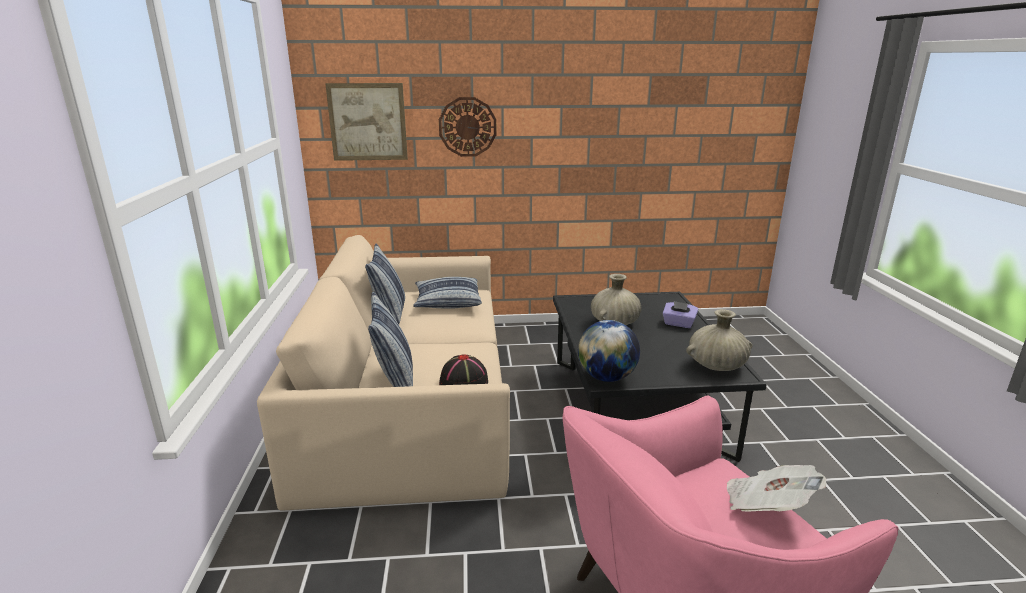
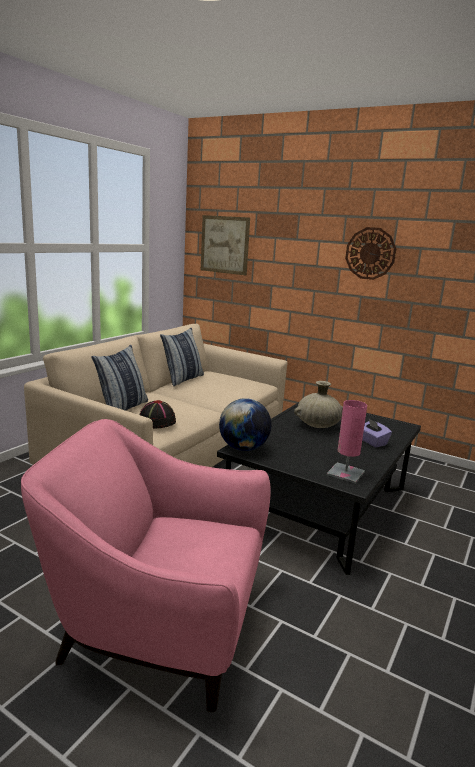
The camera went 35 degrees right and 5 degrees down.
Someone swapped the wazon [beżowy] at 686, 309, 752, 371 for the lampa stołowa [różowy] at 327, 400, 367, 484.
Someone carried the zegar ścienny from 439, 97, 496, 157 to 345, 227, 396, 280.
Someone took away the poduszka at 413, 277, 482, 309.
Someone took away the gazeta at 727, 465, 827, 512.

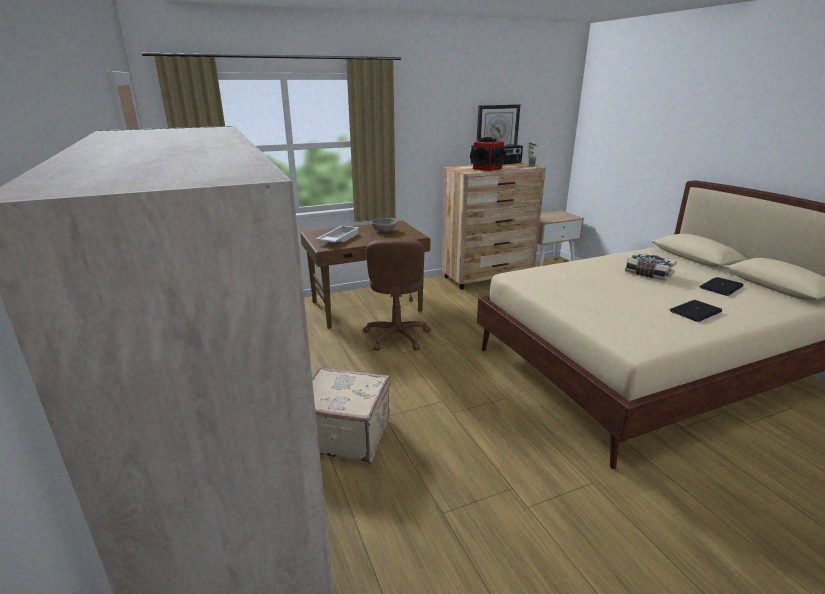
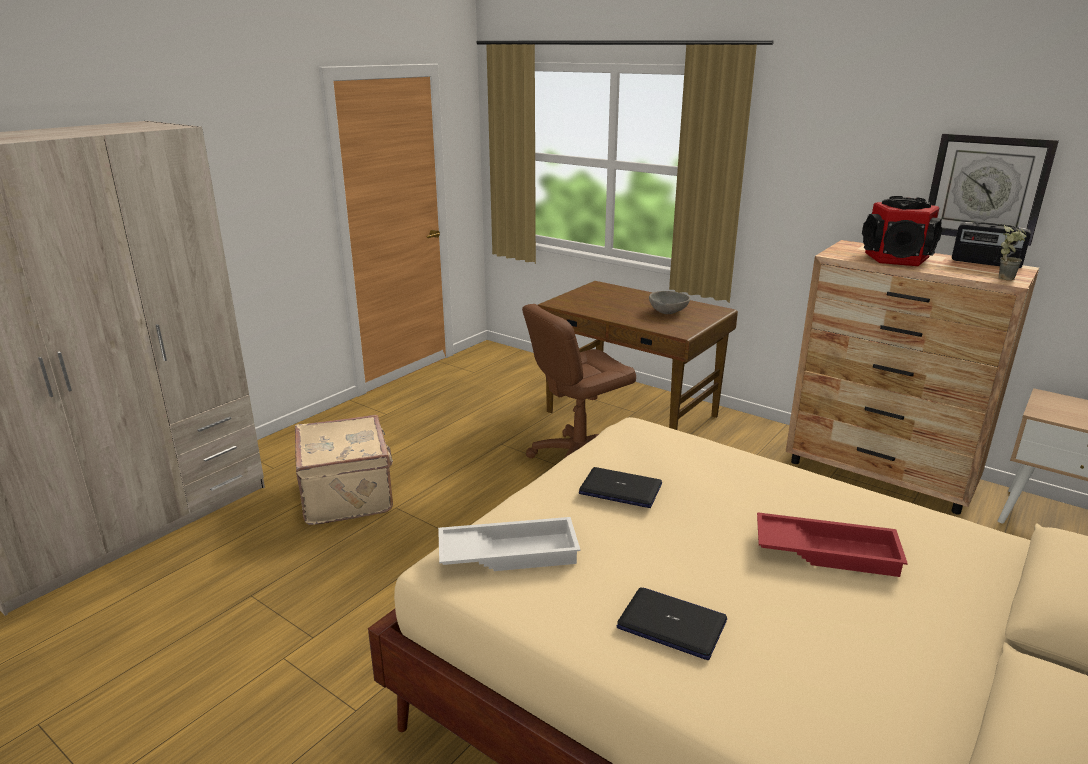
The camera went 60 degrees right and 0 degrees up.
Someone carried the taca [biały] from 316, 226, 359, 243 to 438, 517, 580, 571.
Someone carried the laptop from 699, 277, 744, 296 to 579, 467, 662, 508.
Someone swapped the książka at 625, 252, 677, 281 for the taca [czerwony] at 757, 512, 908, 577.

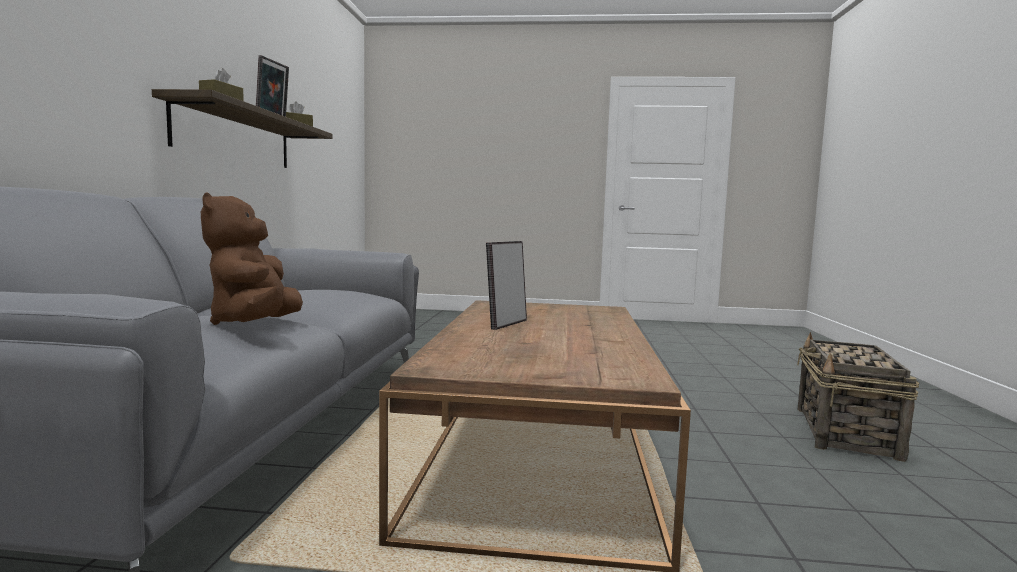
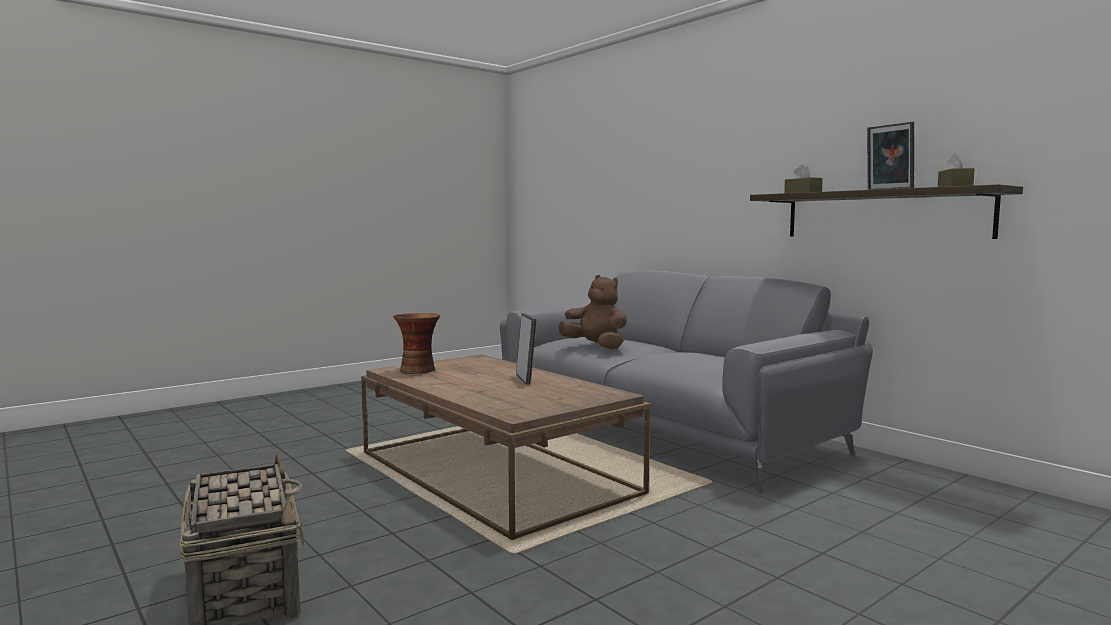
The camera went 135 degrees right and 0 degrees up.
Someone put down the wazon at 393, 313, 440, 374.

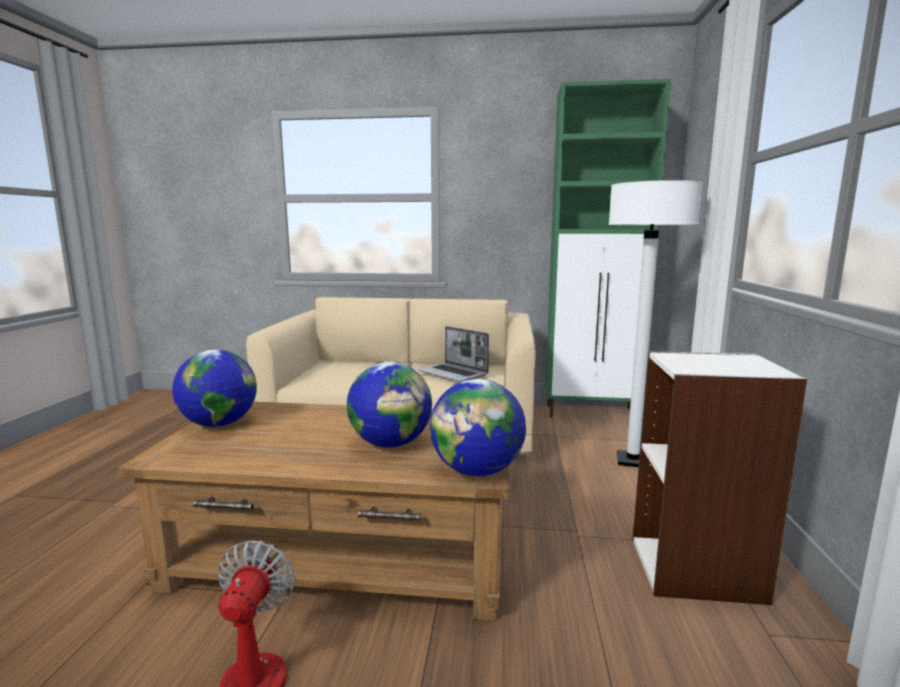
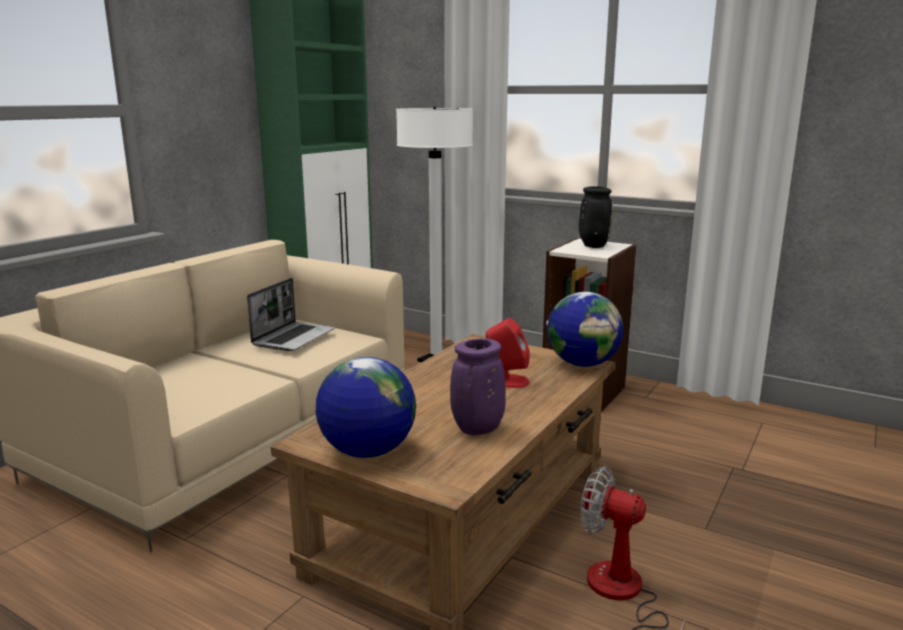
The camera went 65 degrees left and 5 degrees up.
Someone rotated the laptop at 418, 326, 489, 382 by 45 degrees counterclockwise.
Someone put down the wazon [fioletowy] at 450, 338, 506, 436.
Someone swapped the globus at 347, 362, 432, 448 for the głośnik [czerwony] at 486, 318, 530, 388.
Someone put down the wazon [czarny] at 579, 186, 613, 248.

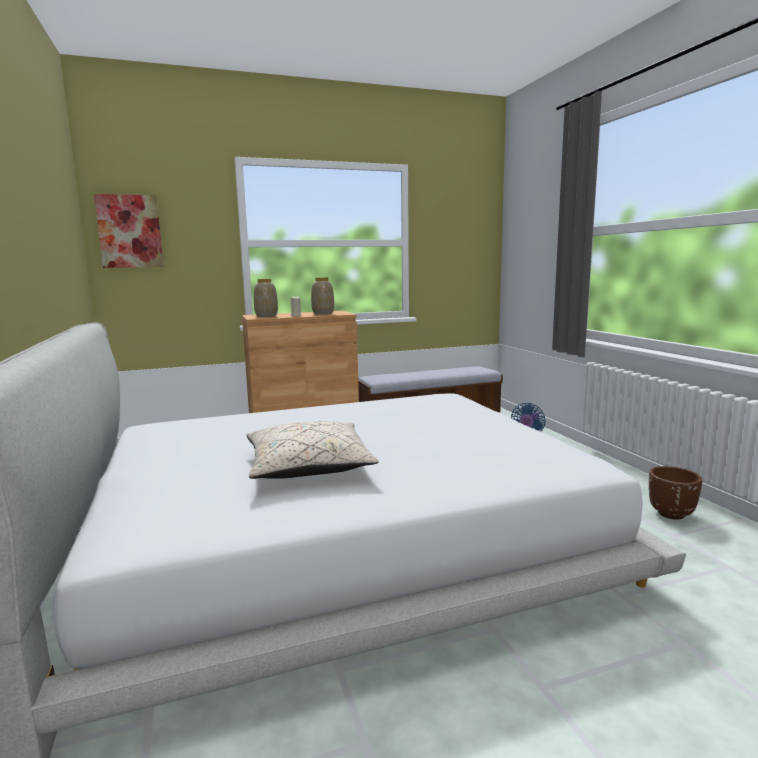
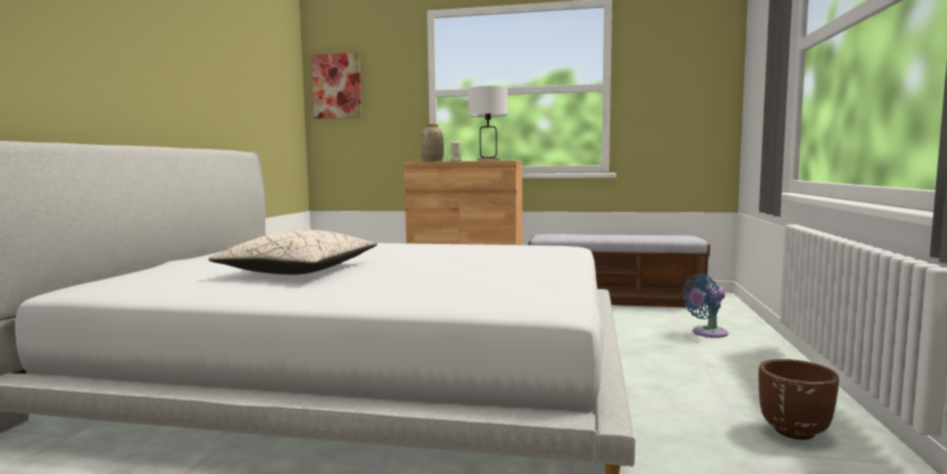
The camera went 30 degrees right and 5 degrees down.
Someone swapped the wazon at 311, 278, 334, 315 for the lampa stołowa [biały] at 468, 86, 508, 161.

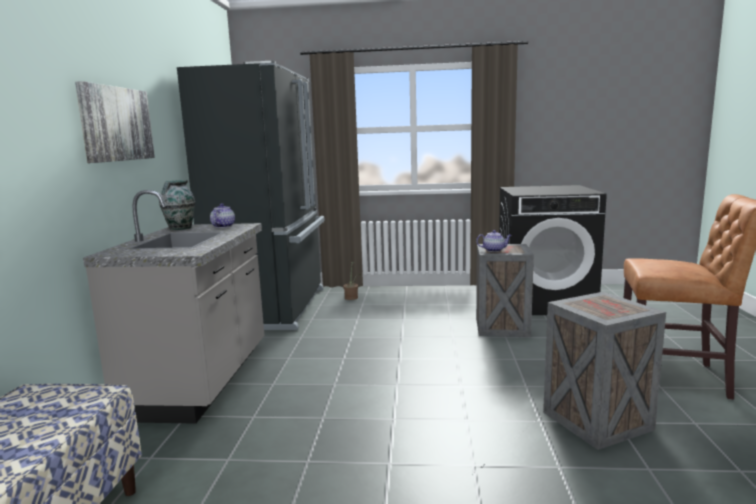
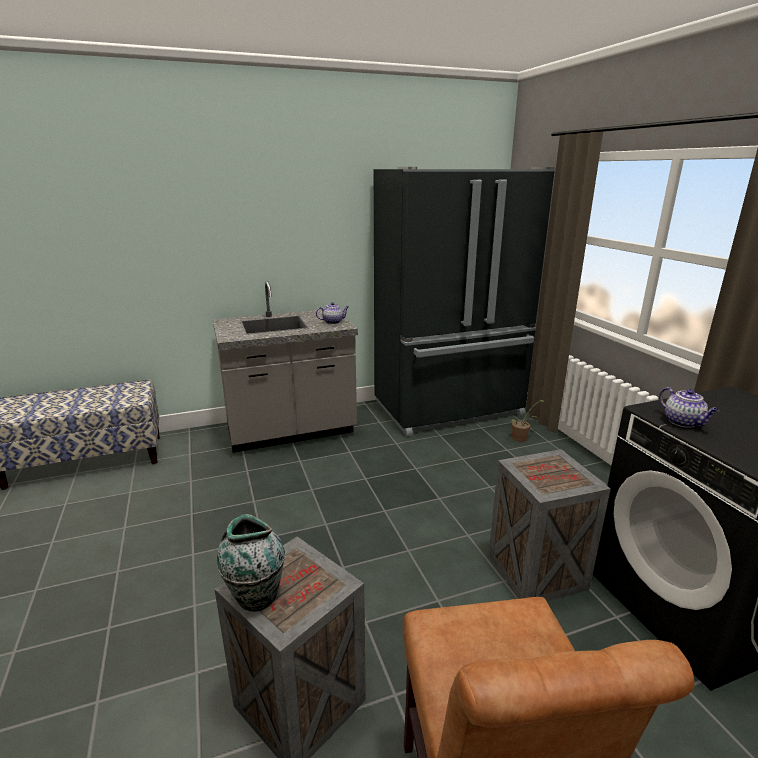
The camera went 65 degrees right and 10 degrees up.
Someone carried the wazon from 159, 180, 195, 230 to 217, 514, 285, 612.
Someone carried the imbryk from 476, 230, 512, 252 to 659, 387, 720, 428.
Someone took away the obraz at 75, 81, 155, 163.

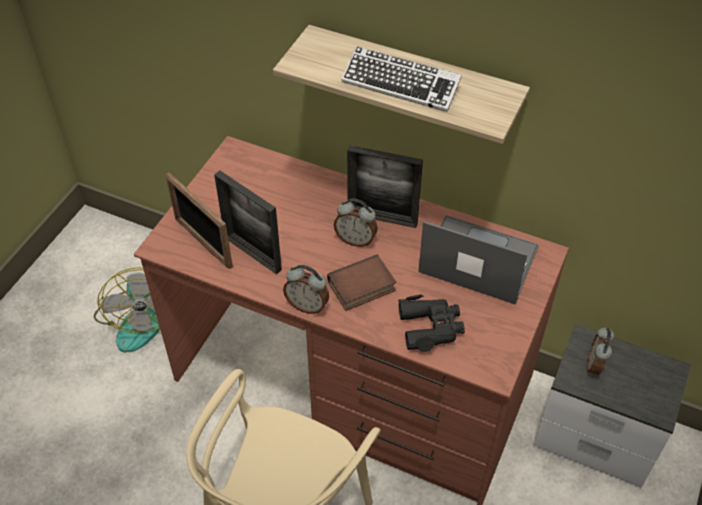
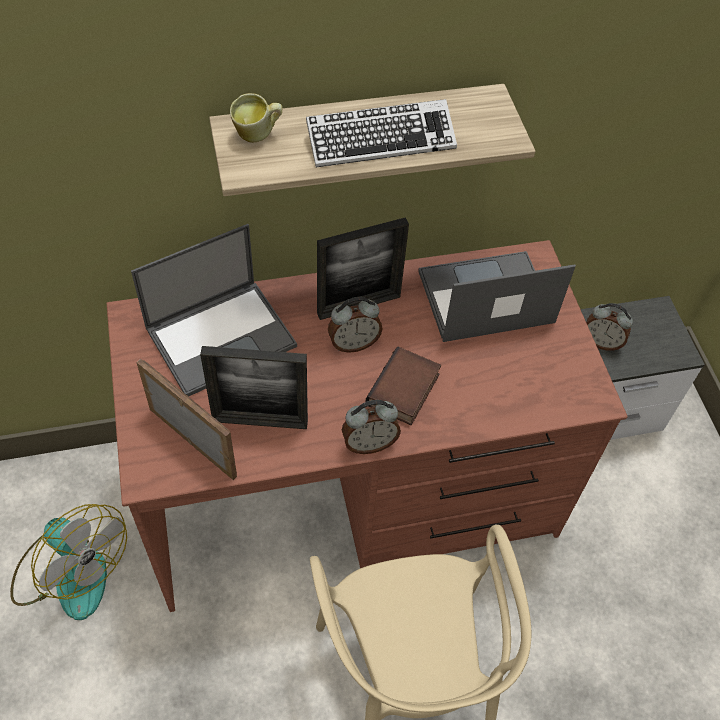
The camera went 40 degrees left and 5 degrees up.
Someone put down the laptop at 131, 224, 297, 397.
Someone rotated the ramka na zdjęcie at 166, 172, 233, 269 by 150 degrees counterclockwise.
Someone put down the kubek at 230, 93, 282, 143.
Someone rotated the budzik at 586, 327, 615, 375 by 45 degrees counterclockwise.
Someone took away the lornetka [czarny] at 398, 294, 465, 352.

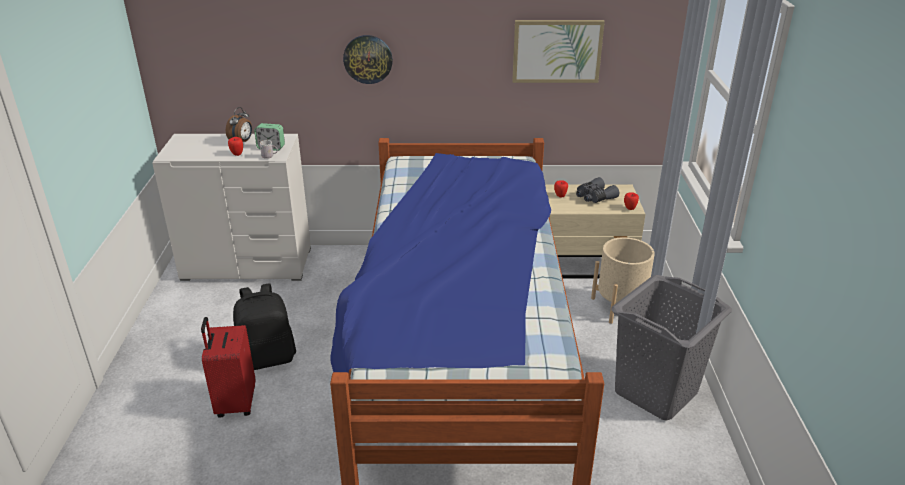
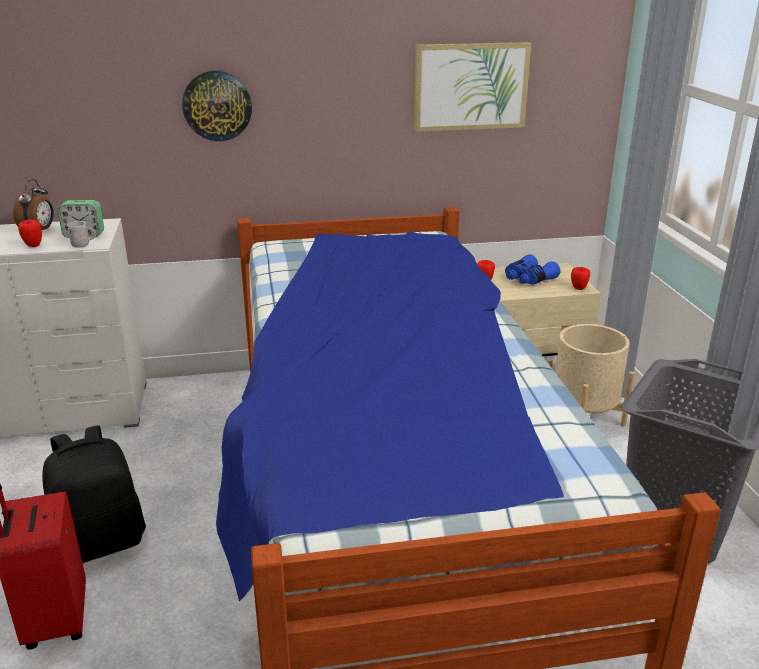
The camera went 10 degrees left and 5 degrees down.
Someone repainted the lornetka [szary] at 576, 177, 619, 203, which became the lornetka [niebieski] at 505, 254, 560, 285.

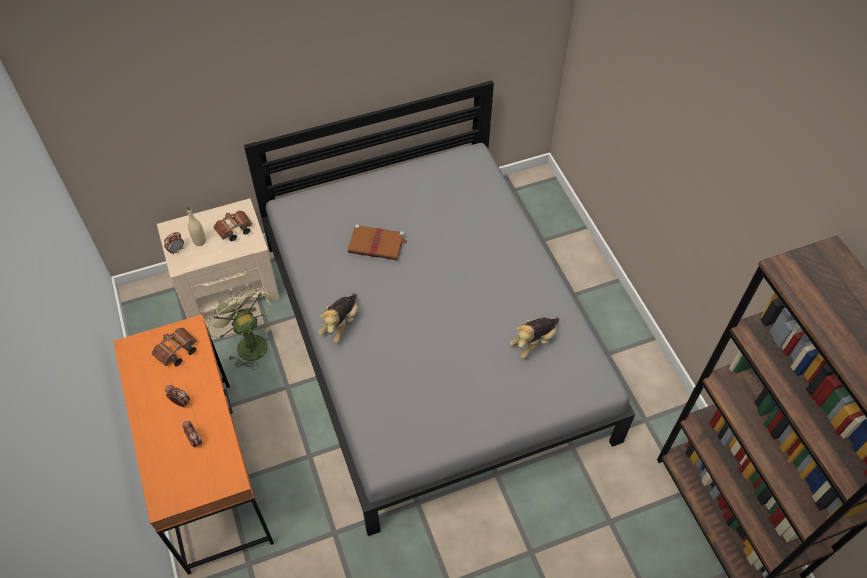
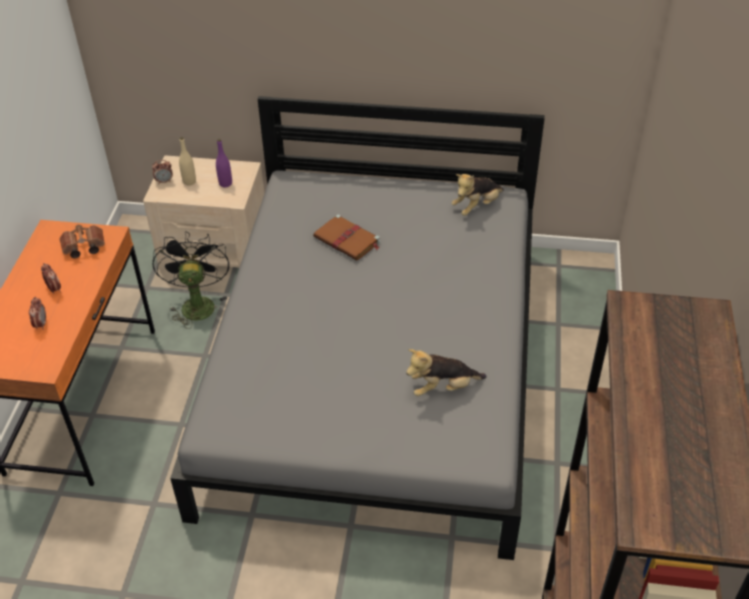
The camera went 30 degrees right and 10 degrees down.
Someone repainted the wentylator [zielony] at 203, 284, 272, 370, which became the wentylator [czarny] at 152, 231, 229, 329.
Someone swapped the lornetka [brązowy] at 214, 211, 252, 241 for the butelka [fioletowy] at 216, 139, 232, 187.
Someone carried the pluszak from 318, 293, 358, 343 to 451, 174, 504, 216.

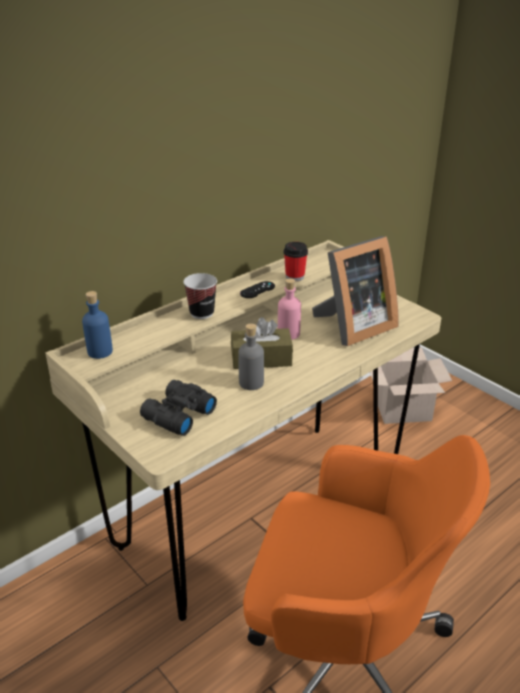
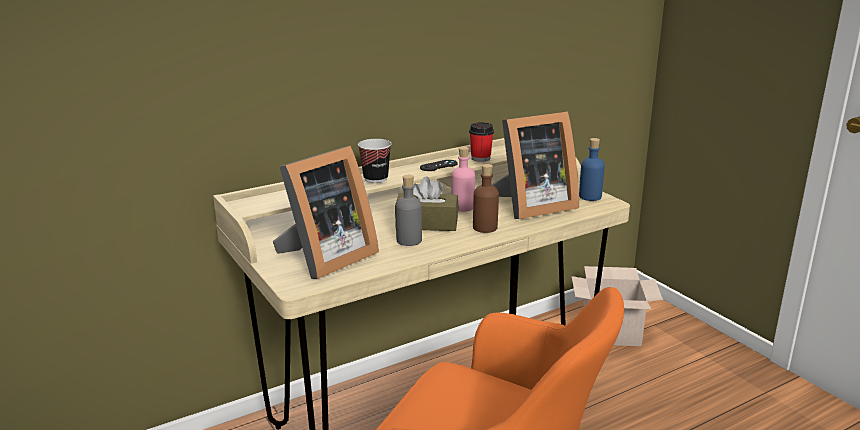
The camera went 10 degrees right and 10 degrees down.
Someone swapped the lornetka [czarny] at 140, 380, 217, 436 for the ramka na zdjęcie at 273, 146, 379, 279.
Someone put down the butelka [brązowy] at 473, 164, 499, 233.
Someone carried the butelka [niebieski] from 82, 291, 113, 359 to 579, 138, 605, 201.

